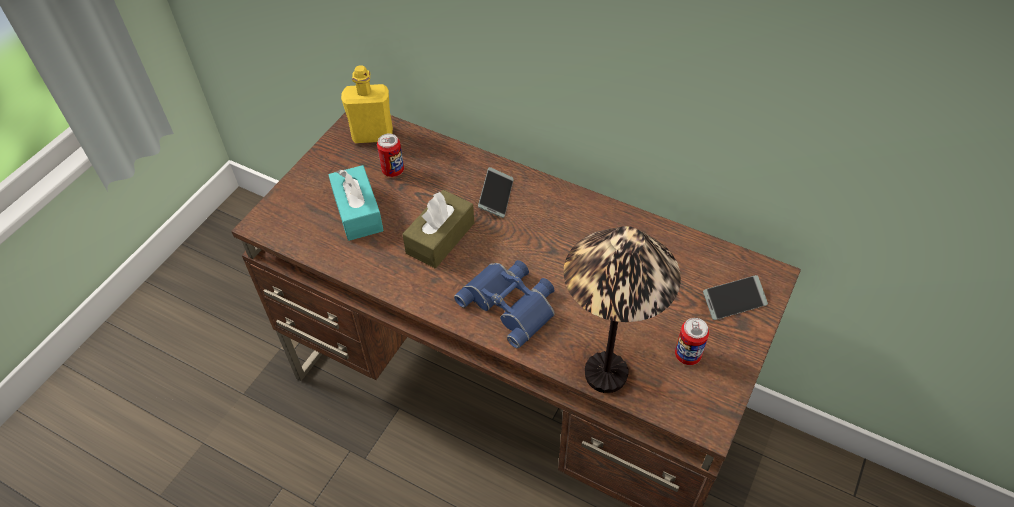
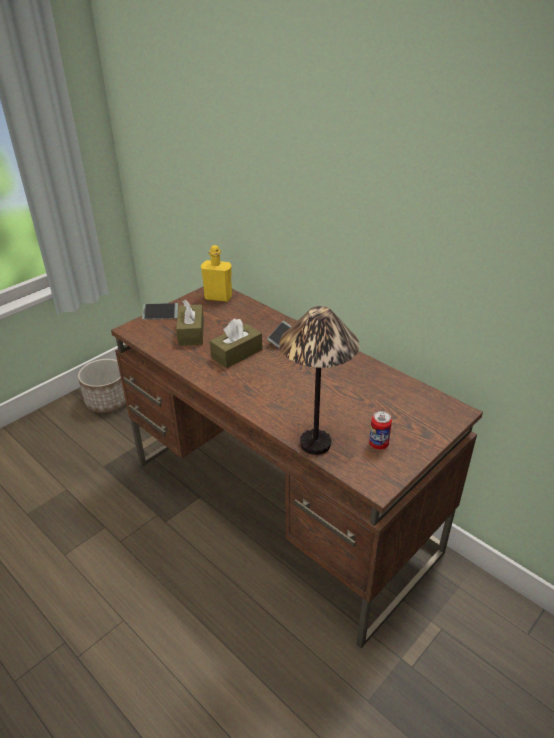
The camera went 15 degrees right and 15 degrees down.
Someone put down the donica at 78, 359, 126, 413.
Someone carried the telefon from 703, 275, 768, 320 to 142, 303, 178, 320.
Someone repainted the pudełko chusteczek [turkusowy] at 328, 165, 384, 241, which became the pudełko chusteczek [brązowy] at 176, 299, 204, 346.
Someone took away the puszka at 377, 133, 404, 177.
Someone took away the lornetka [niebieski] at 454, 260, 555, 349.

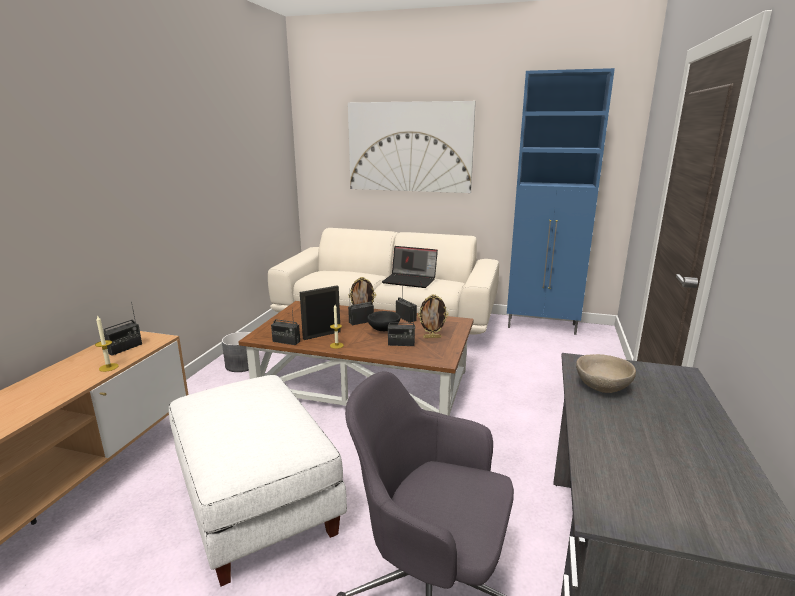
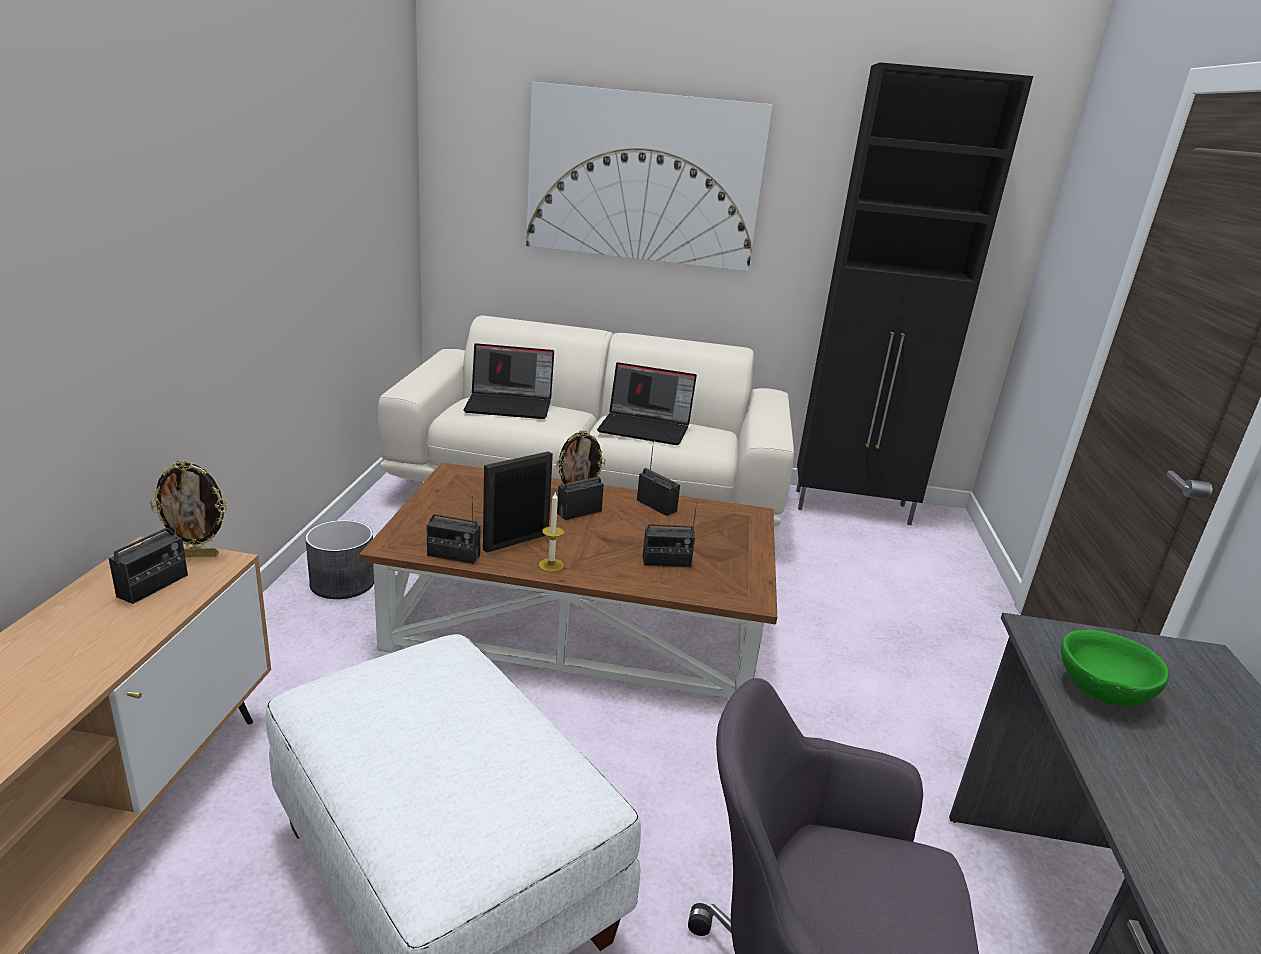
The camera went 10 degrees left and 5 degrees up.
Someone carried the ramka na zdjęcie from 418, 294, 448, 338 to 150, 460, 227, 557.
Someone put down the laptop at 463, 343, 554, 419.
Someone repainted the szafka [niebieski] at 507, 68, 615, 335, which became the szafka [czarny] at 796, 62, 1033, 525.
Someone repainted the miska [beżowy] at 576, 354, 636, 393, which became the miska [zielony] at 1061, 630, 1169, 706.
Someone took away the świeca at 95, 315, 119, 372.
Someone took away the miska [czarny] at 367, 311, 400, 331.

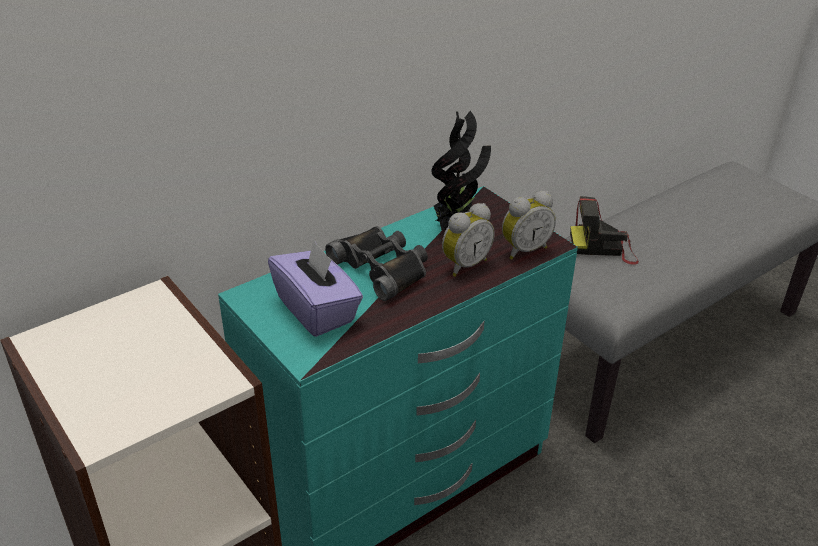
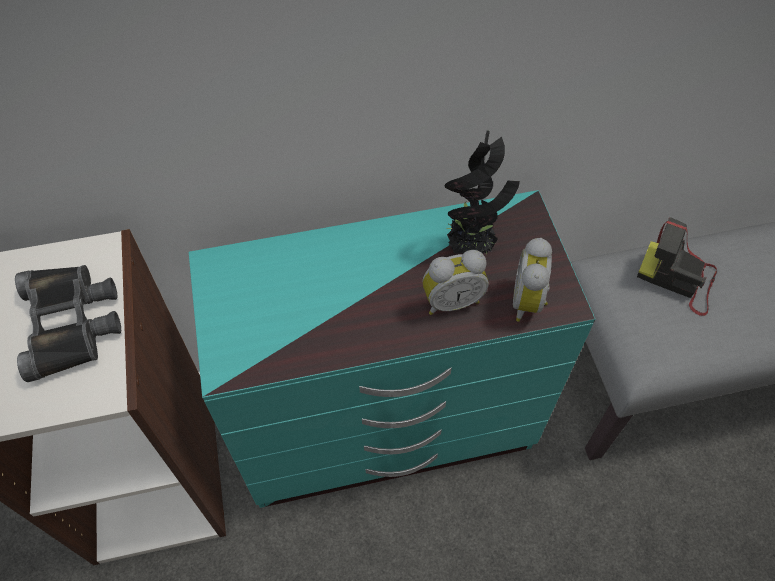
The camera went 25 degrees right and 20 degrees up.
Someone carried the lornetka [czarny] from 325, 226, 428, 301 to 15, 265, 121, 382.
Someone rotated the budzik at 502, 191, 556, 259 by 105 degrees clockwise.
Someone took away the pudełko chusteczek [fioletowy] at 268, 240, 363, 337.

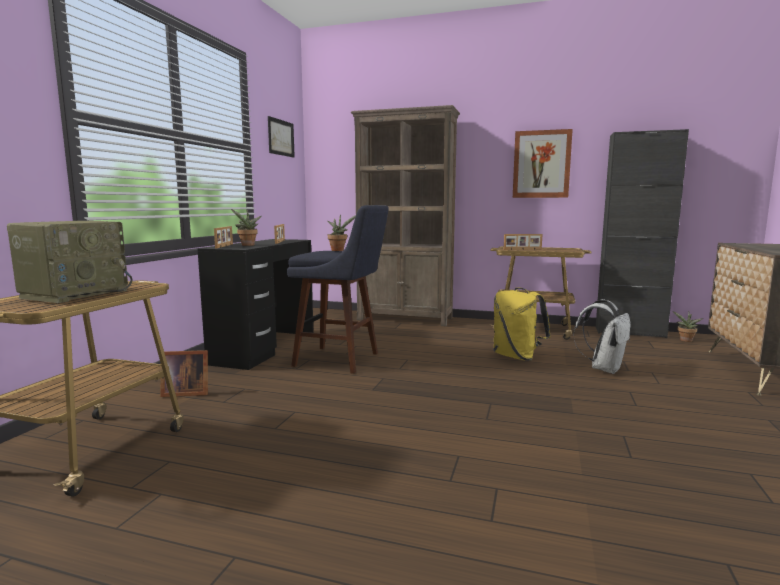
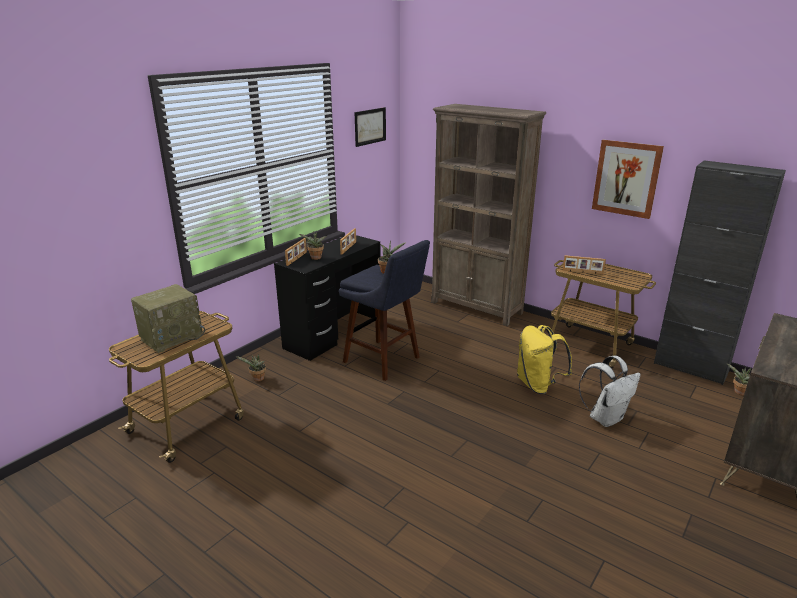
The camera went 20 degrees right and 15 degrees up.
Someone swapped the ramka na zdjęcie at 160, 350, 208, 397 for the roślina doniczkowa at 235, 355, 266, 382.

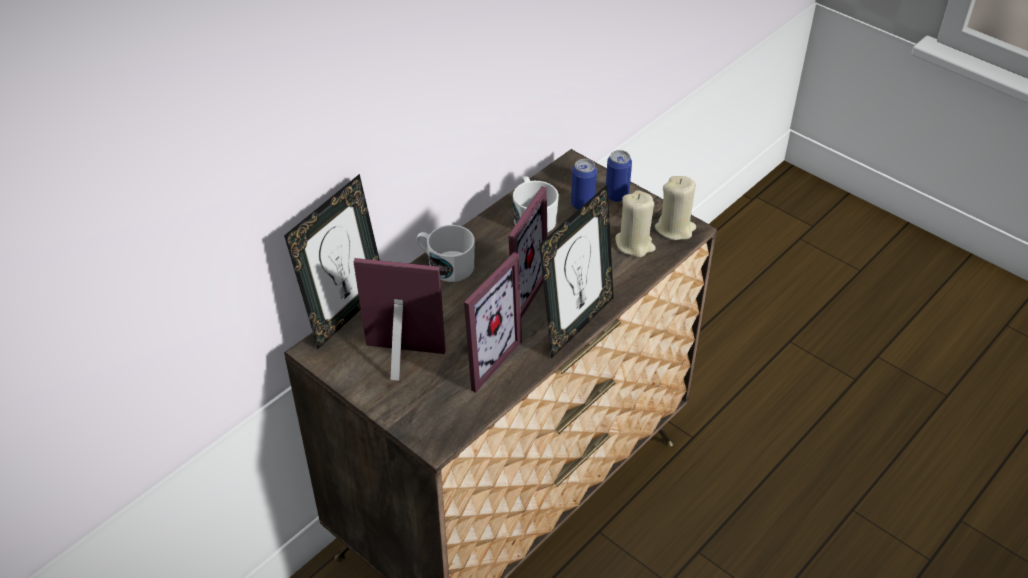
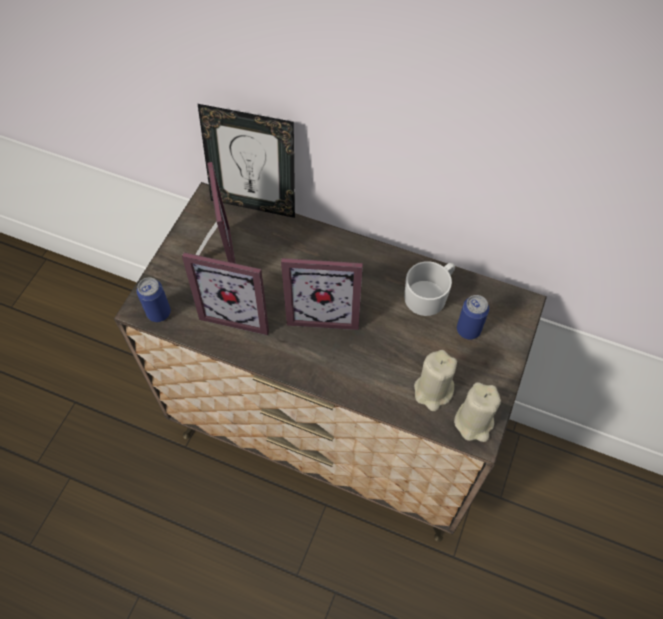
The camera went 70 degrees right and 15 degrees up.
Someone carried the puszka from 606, 150, 632, 202 to 137, 277, 171, 322.
Someone took away the kubek [biały] at 417, 225, 475, 282.
Someone took away the ramka na zdjęcie at 539, 185, 614, 358.

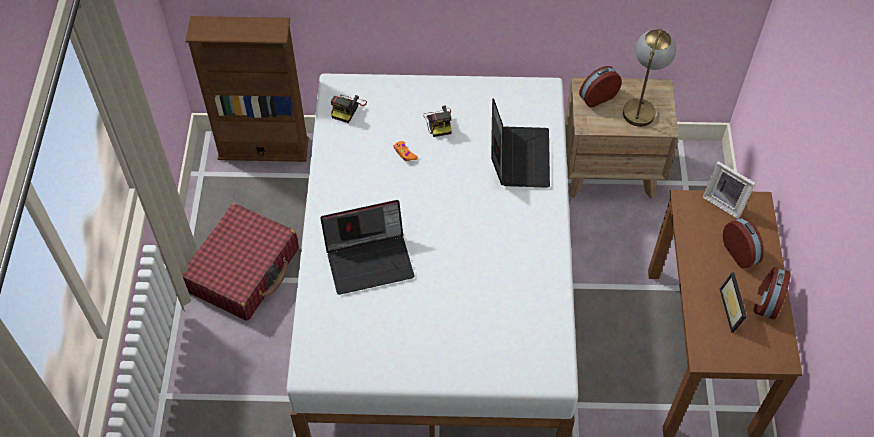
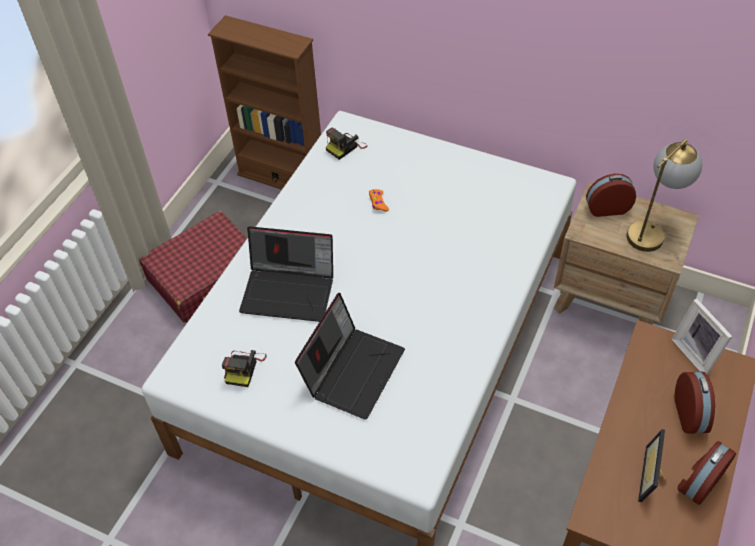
The camera went 25 degrees right and 5 degrees down.
Someone carried the aparat fotograficzny from 423, 105, 452, 137 to 222, 350, 267, 387.
Someone carried the laptop from 491, 98, 550, 188 to 295, 292, 405, 420.

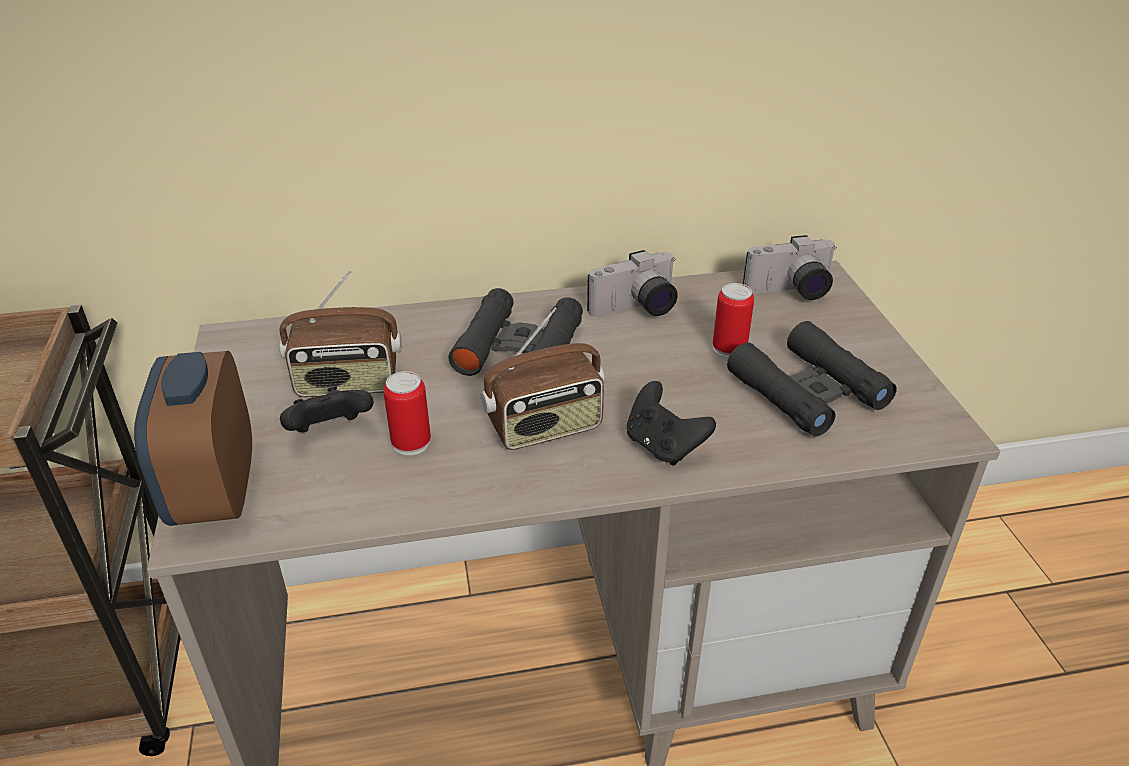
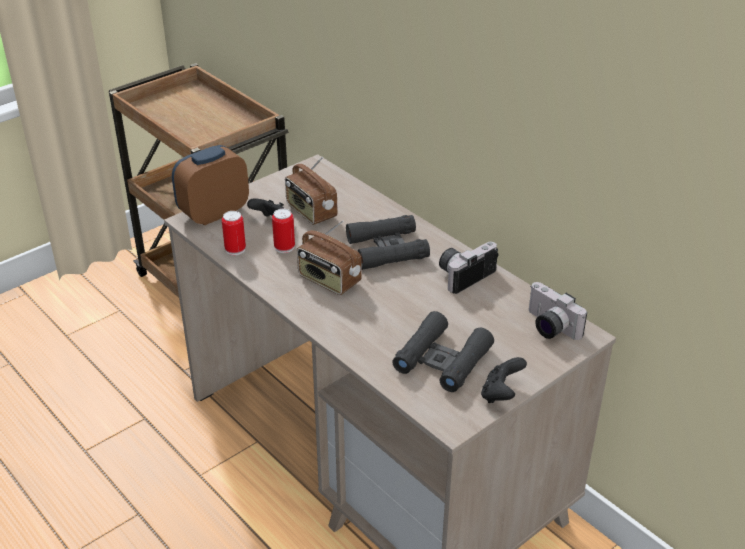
The camera went 60 degrees right and 0 degrees up.
Someone carried the puszka from 713, 283, 754, 358 to 222, 211, 246, 256.
Someone rotated the aparat fotograficzny at 587, 250, 678, 317 by 105 degrees clockwise.
Someone carried the pad do gier [czarny] from 627, 381, 716, 466 to 481, 357, 527, 403.

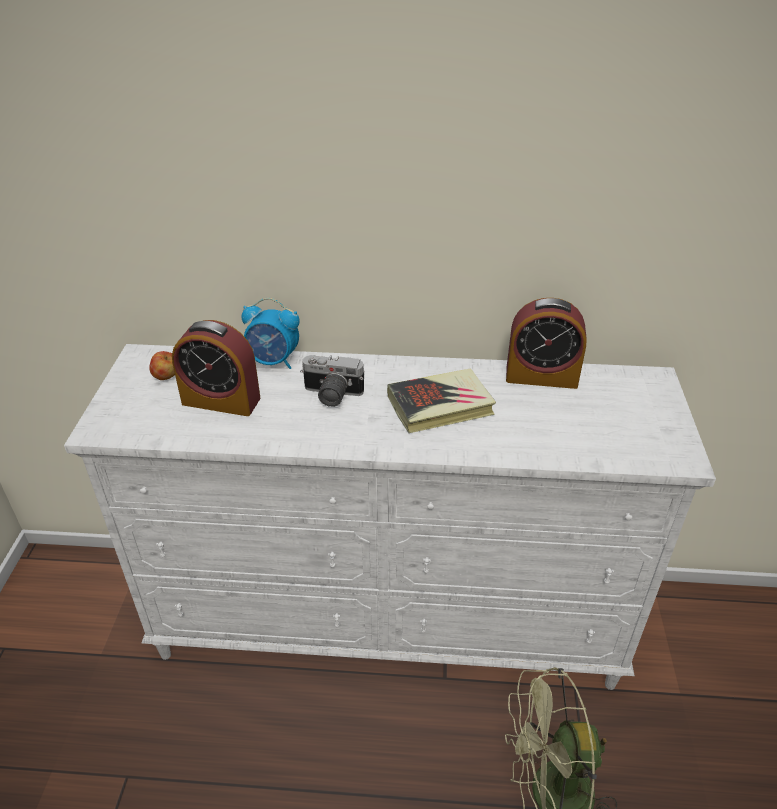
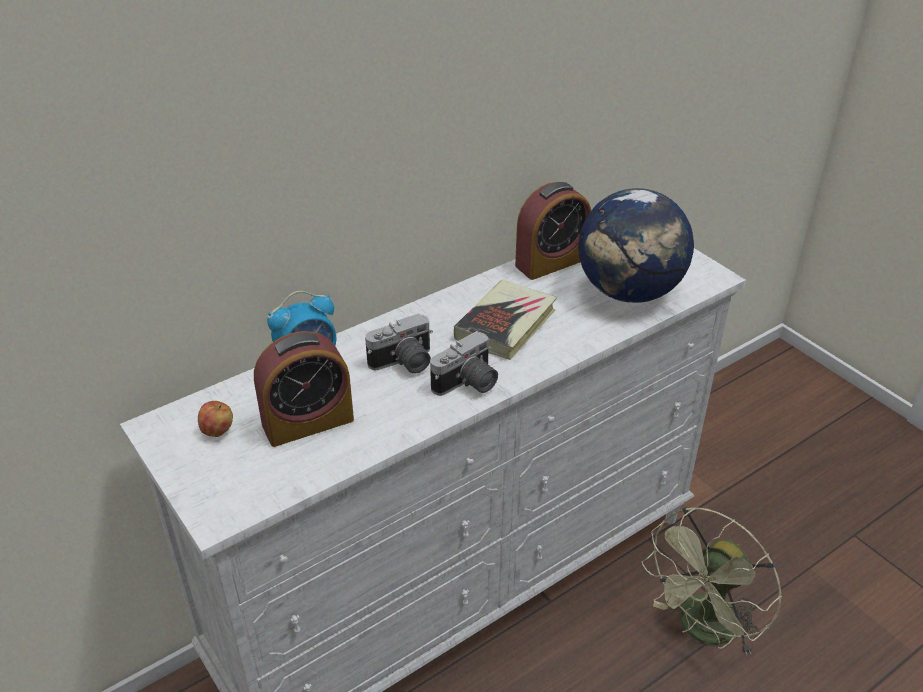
The camera went 40 degrees left and 0 degrees up.
Someone put down the aparat fotograficzny at 430, 331, 498, 396.
Someone put down the globus at 578, 188, 694, 303.

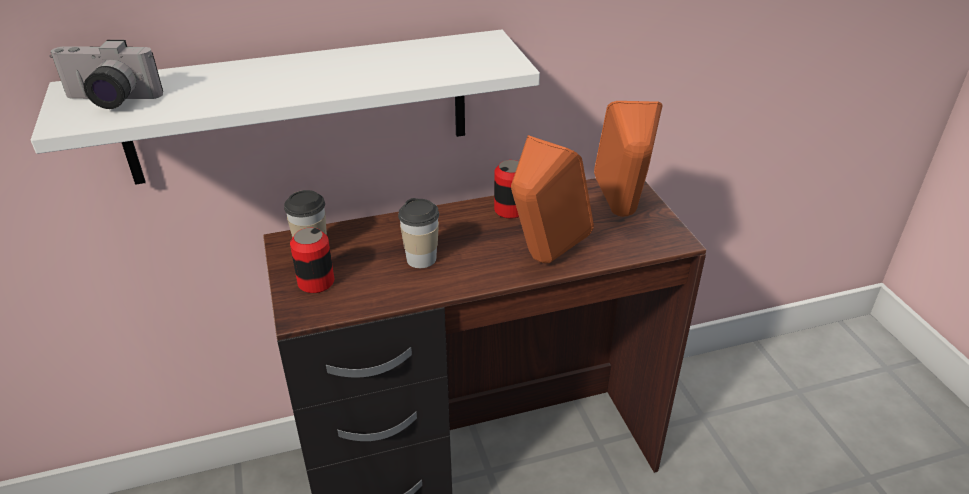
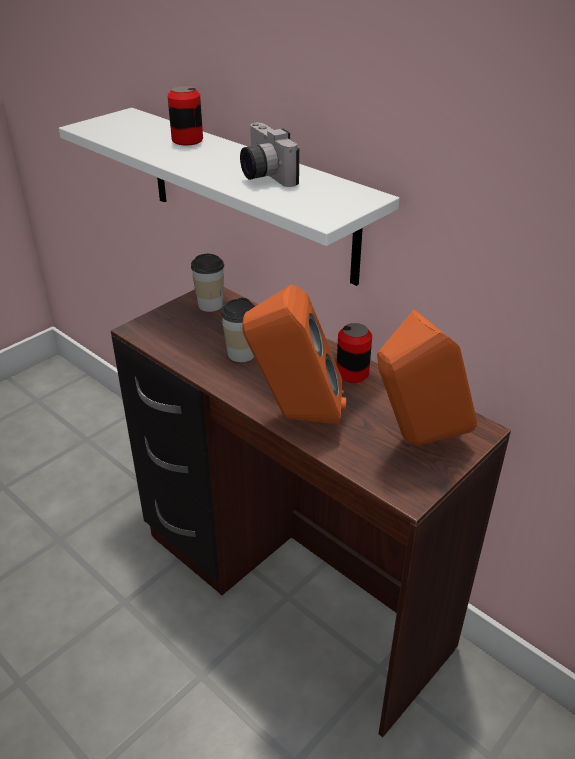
The camera went 60 degrees right and 0 degrees up.
Someone carried the puszka from 290, 228, 334, 293 to 168, 86, 203, 145.
Someone carried the aparat fotograficzny from 49, 40, 163, 109 to 240, 123, 299, 187.

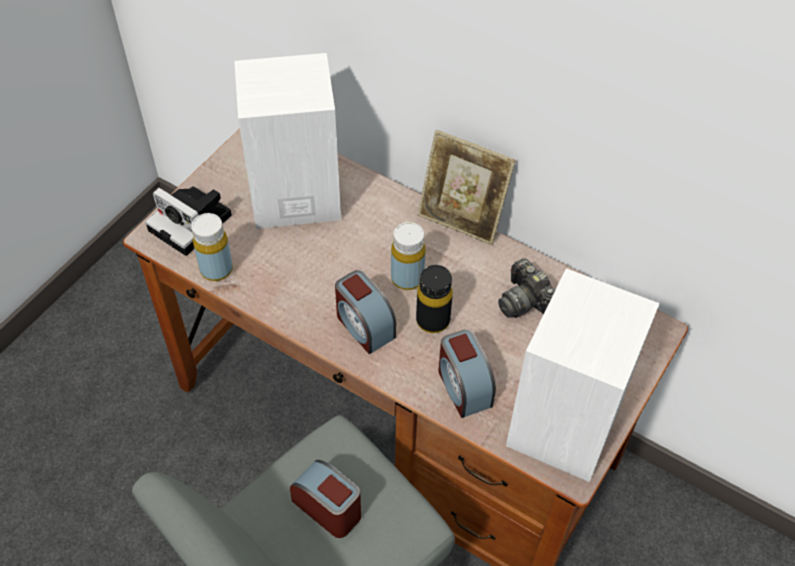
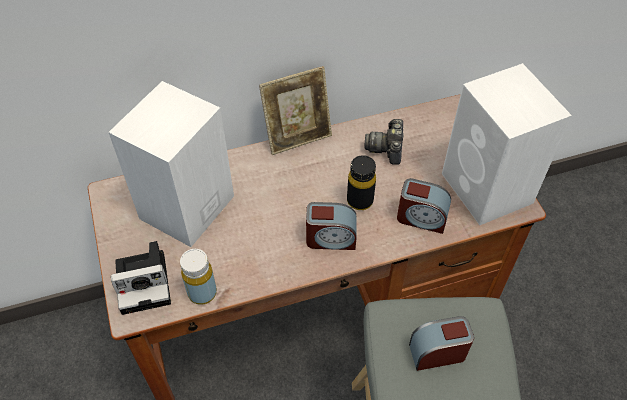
The camera went 50 degrees left and 0 degrees up.
Someone rotated the aparat fotograficzny at 498, 259, 555, 318 by 90 degrees clockwise.
Someone took away the butelka [żółty] at 391, 222, 426, 290.

